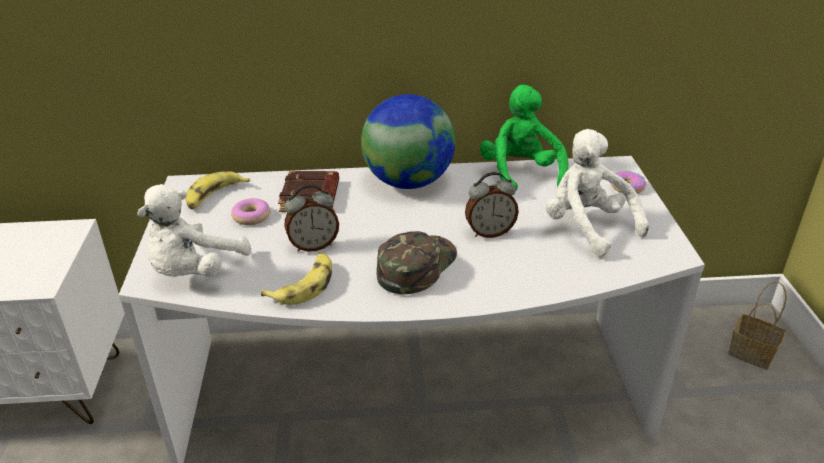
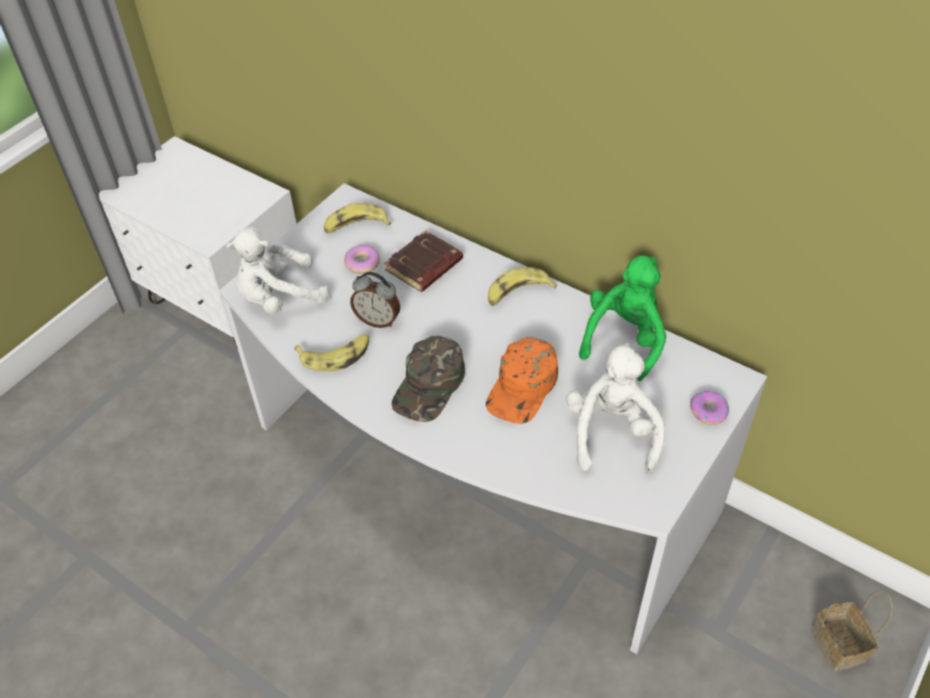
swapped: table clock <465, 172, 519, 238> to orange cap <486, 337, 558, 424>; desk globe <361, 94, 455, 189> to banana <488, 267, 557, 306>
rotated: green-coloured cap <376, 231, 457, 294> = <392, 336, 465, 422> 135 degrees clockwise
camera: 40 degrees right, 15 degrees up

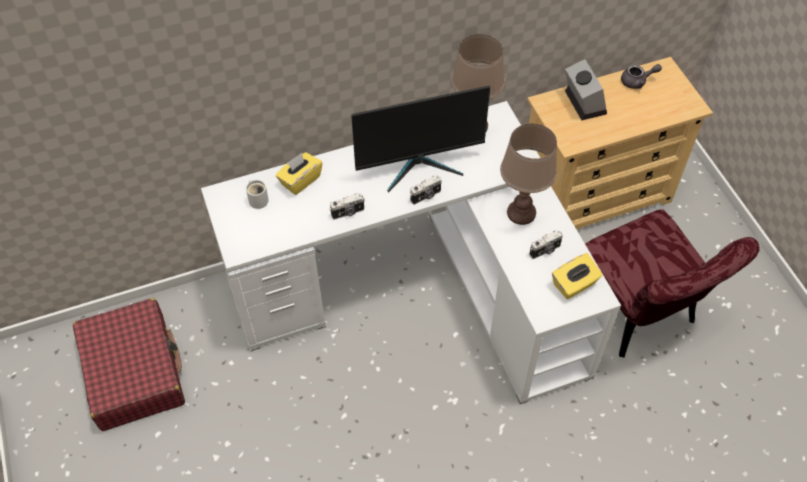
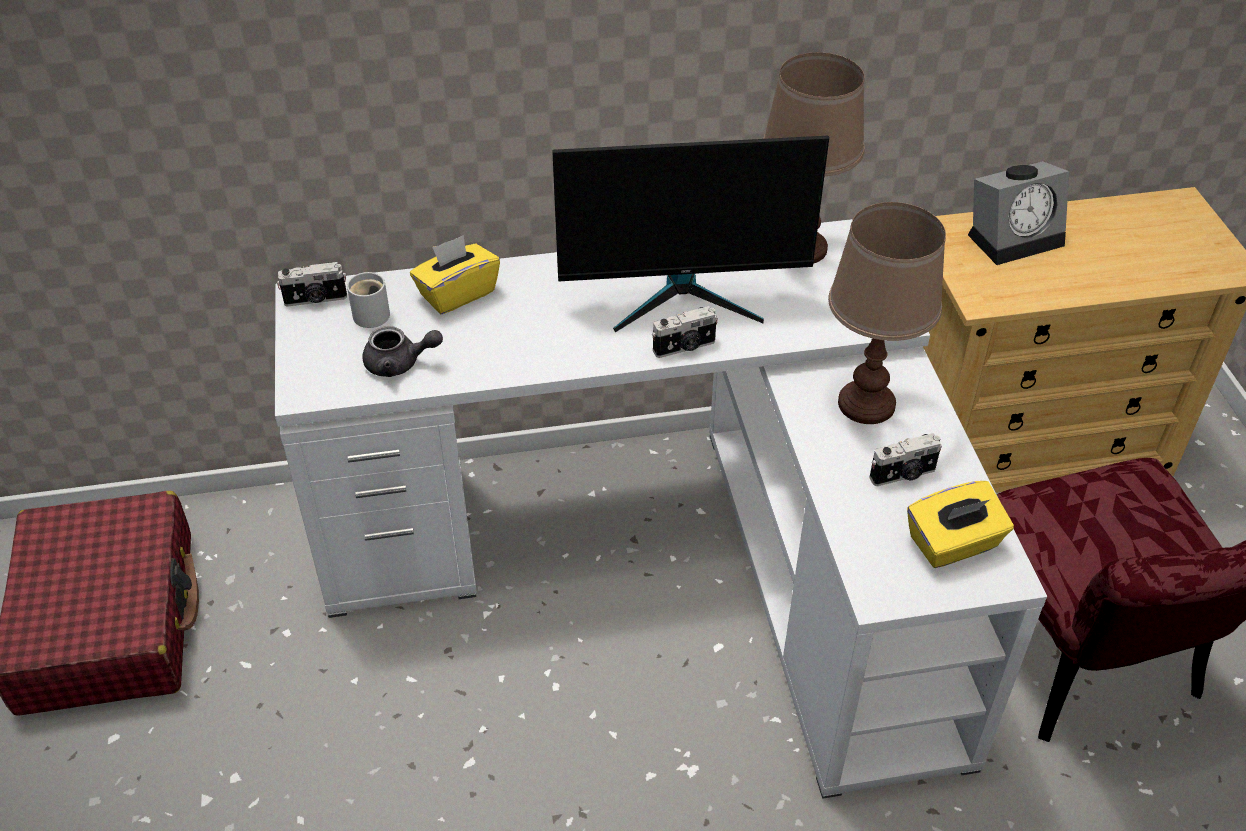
shifted: photo camera <330, 193, 365, 220> to <277, 262, 347, 307>; gray tea pot <621, 64, 662, 89> to <362, 326, 443, 377>
rotated: table clock <565, 59, 607, 120> = <968, 161, 1069, 265> 75 degrees clockwise
camera: 10 degrees right, 10 degrees down

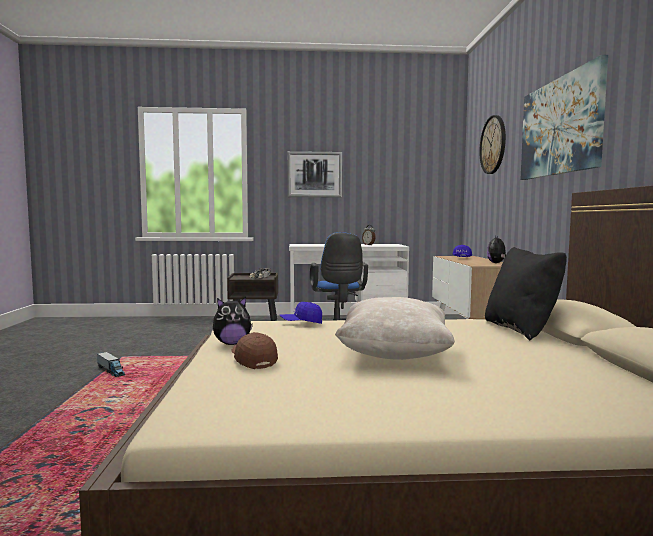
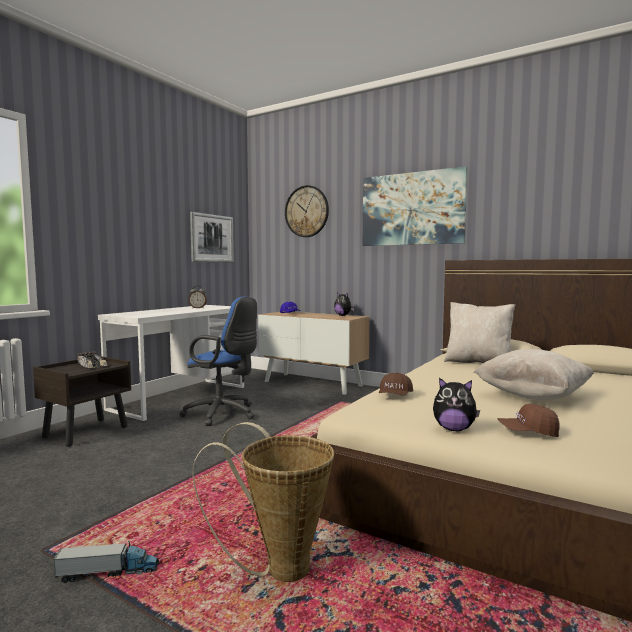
new: storage basket <193, 422, 334, 582>
shifted: picture <287, 151, 342, 198> to <190, 212, 234, 262>
repainted: blue cap <280, 302, 322, 324> to brown cap <379, 372, 413, 396>; black-coloured cushion <485, 247, 567, 340> to beige-coloured cushion <444, 302, 515, 363>
rotated: plush toy <213, 297, 253, 345> = <433, 377, 480, 431> 90 degrees clockwise
camera: 55 degrees left, 0 degrees up

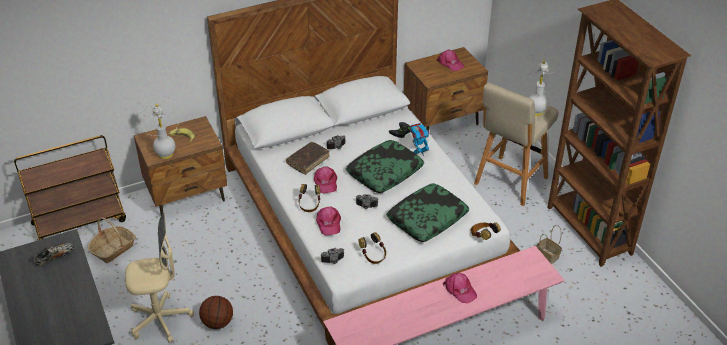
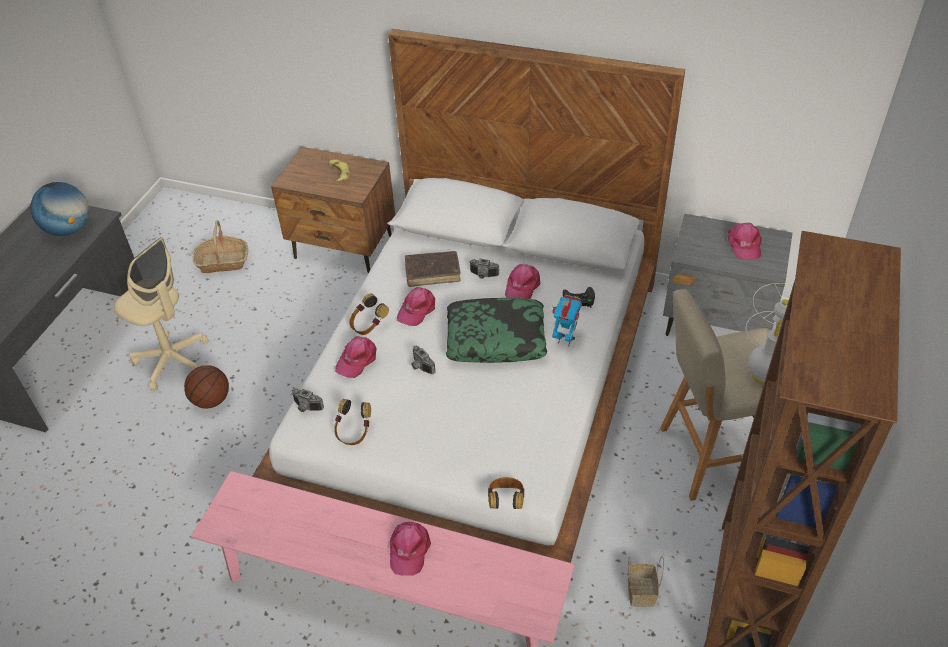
gone: brown trolley <14, 135, 126, 240>; whitish lamp for a table <139, 96, 178, 159>; cushion <386, 183, 469, 242>
new: pink cap <505, 264, 540, 299>
swapped: shoe <34, 243, 74, 266> to desk globe <30, 182, 89, 236>
repainted: brown bedside table <404, 47, 488, 130> to gray bedside table <663, 214, 792, 336>
camera: 45 degrees right, 5 degrees up

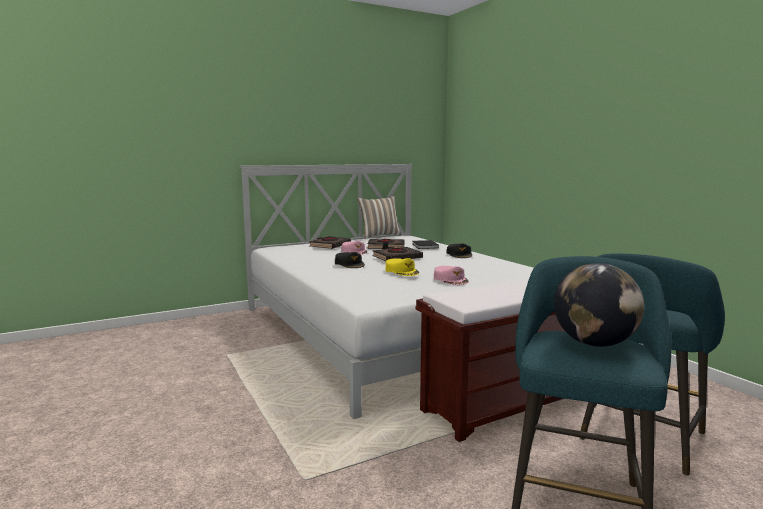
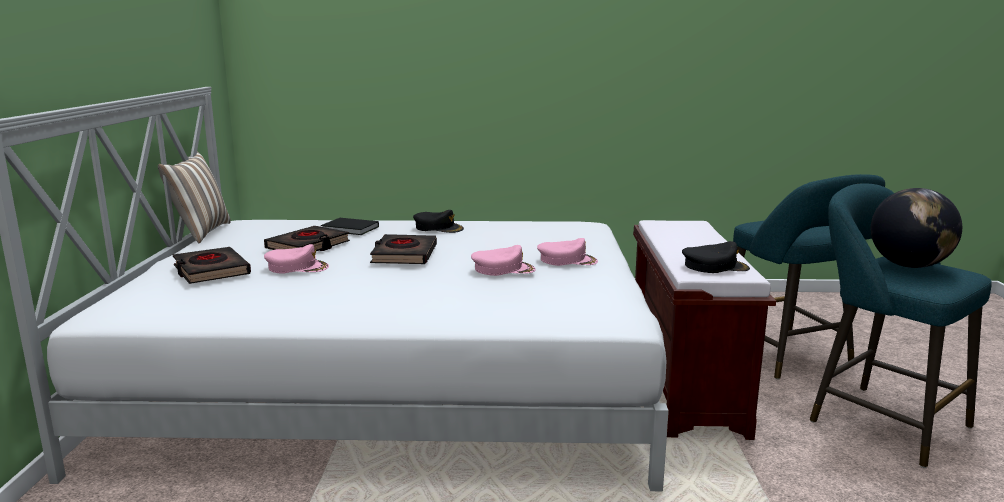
shifted: black-coloured cap <335, 252, 365, 268> to <682, 241, 750, 273>
repainted: yellowish cap <385, 258, 419, 276> to pink cap <471, 245, 536, 276>
camera: 60 degrees left, 5 degrees up

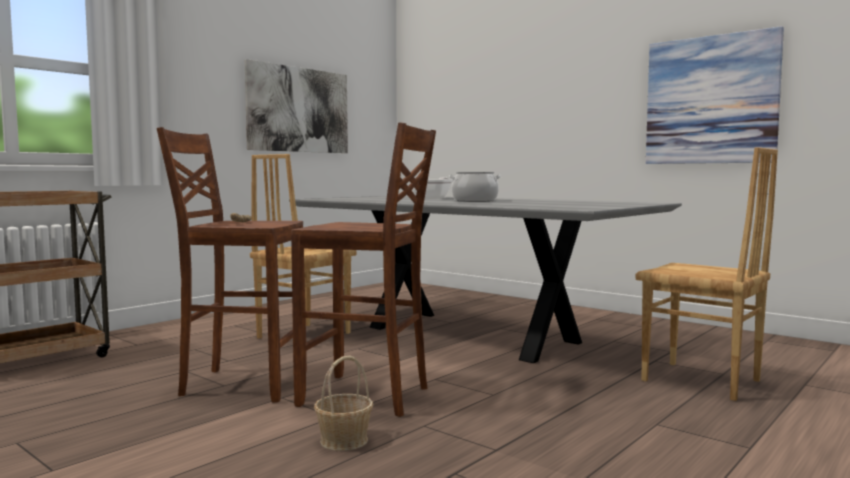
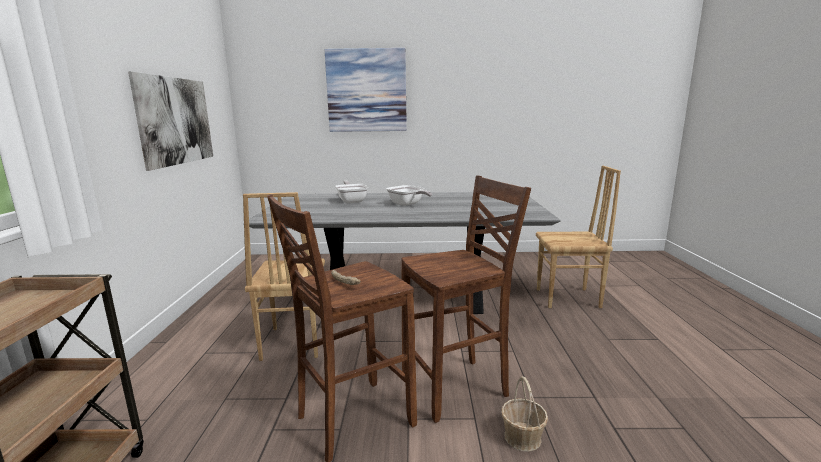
shifted: picture <646, 26, 784, 164> to <324, 48, 407, 132>
swapped: cooking pot <449, 172, 501, 202> to pan <386, 185, 432, 206>
camera: 40 degrees left, 10 degrees up

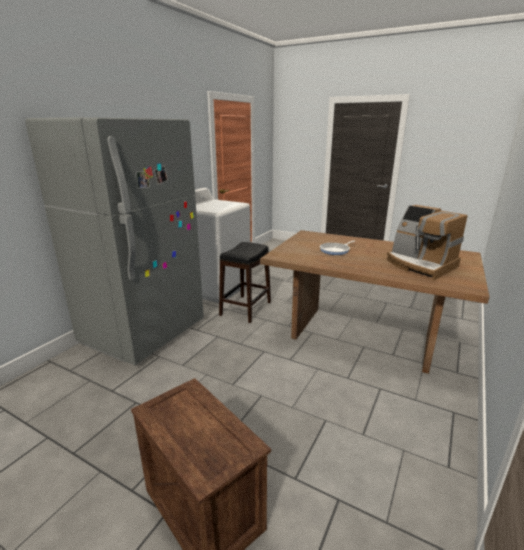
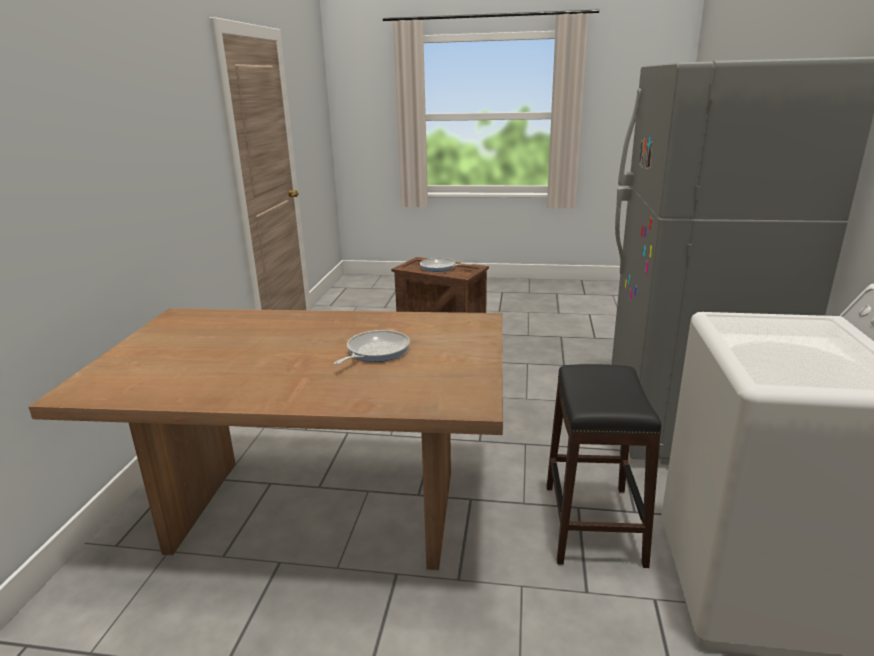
gone: coffee maker <387, 205, 468, 280>
new: pan <420, 258, 472, 272>
camera: 160 degrees right, 0 degrees up

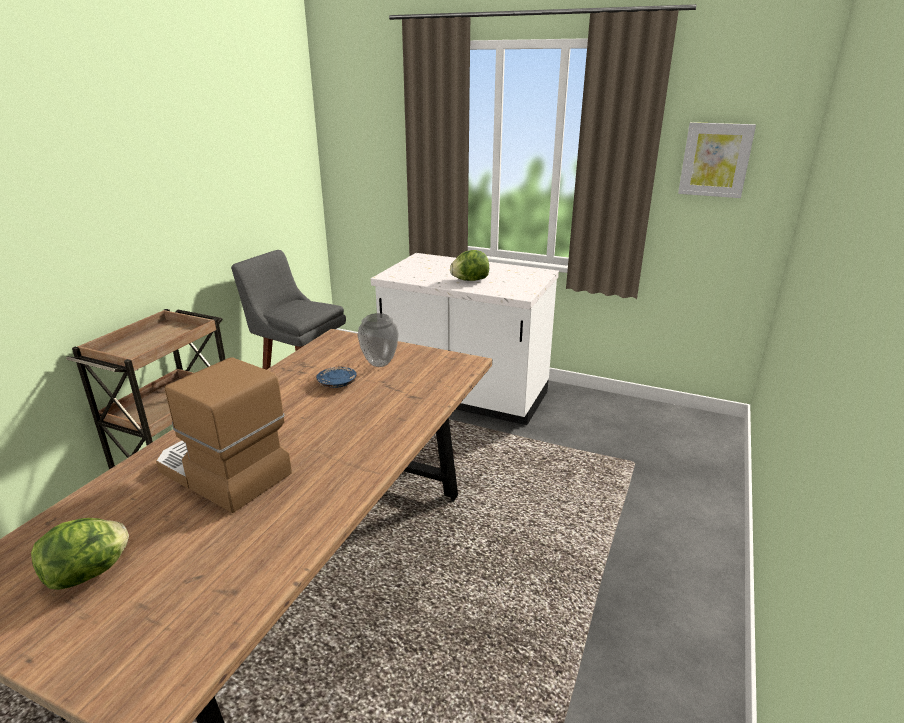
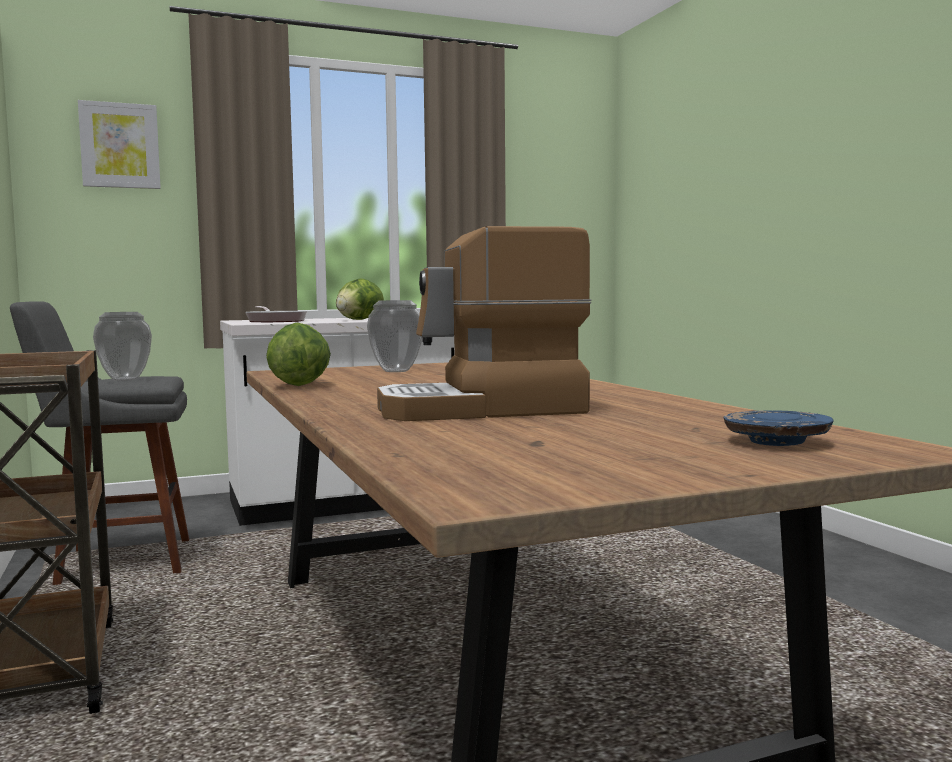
new: flower vase <93, 312, 152, 381>; pan <245, 306, 307, 322>
shifted: picture <678, 122, 756, 198> to <78, 100, 161, 189>; lettuce <31, 518, 129, 590> to <266, 322, 331, 386>; blue dinner plate <316, 367, 357, 388> to <723, 410, 833, 446>
camera: 45 degrees left, 20 degrees down

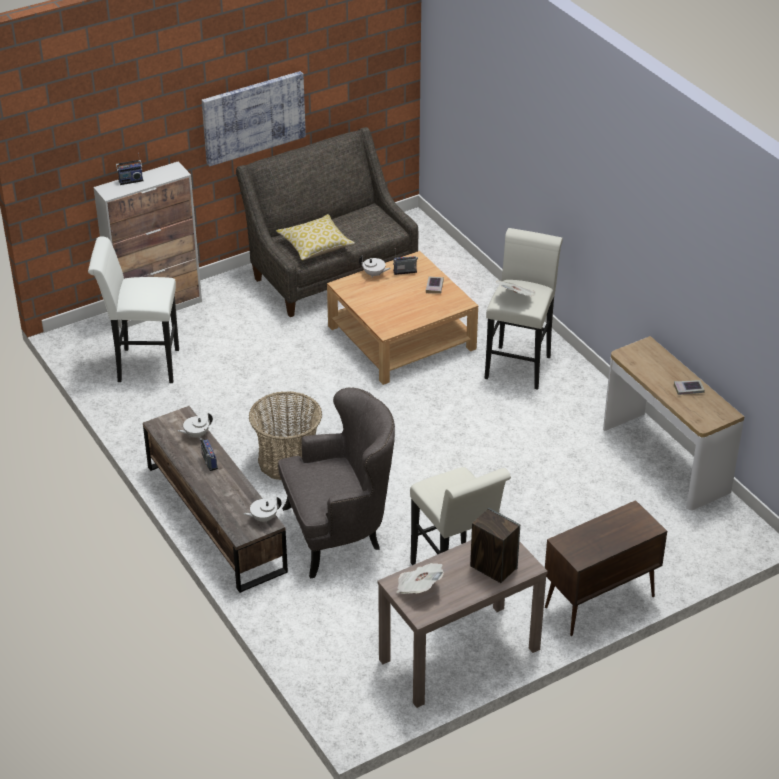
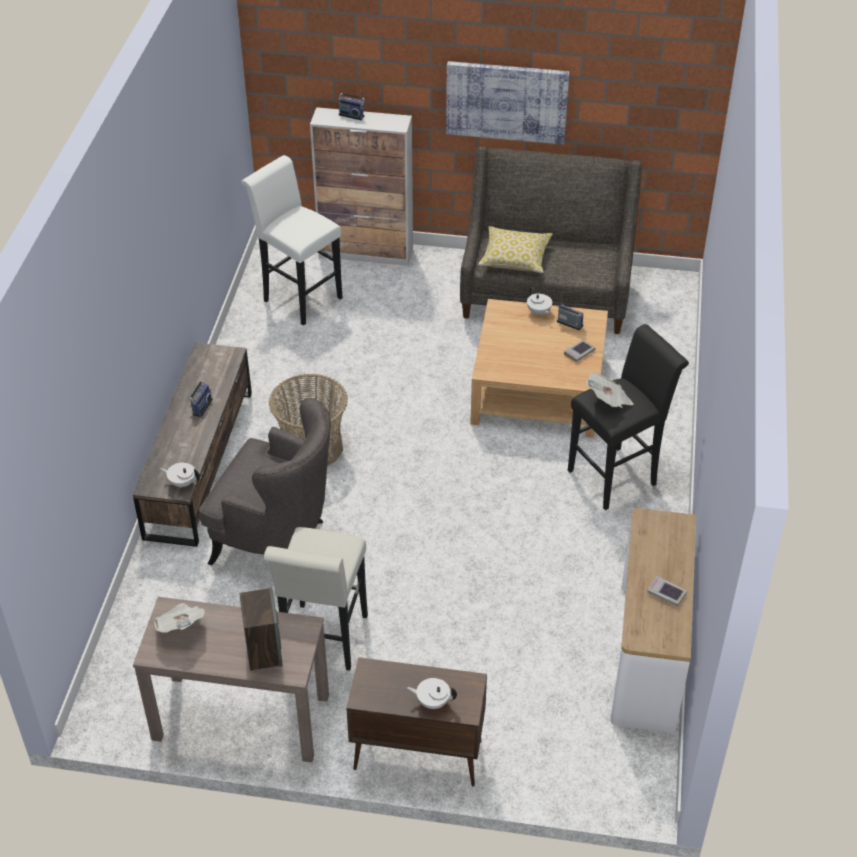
shifted: whitish tea pot <178, 413, 213, 438> to <407, 678, 457, 709>
repainted: whitish sitting stool <484, 228, 563, 390> to black-coloured sitting stool <568, 324, 689, 510>
camera: 40 degrees right, 5 degrees up

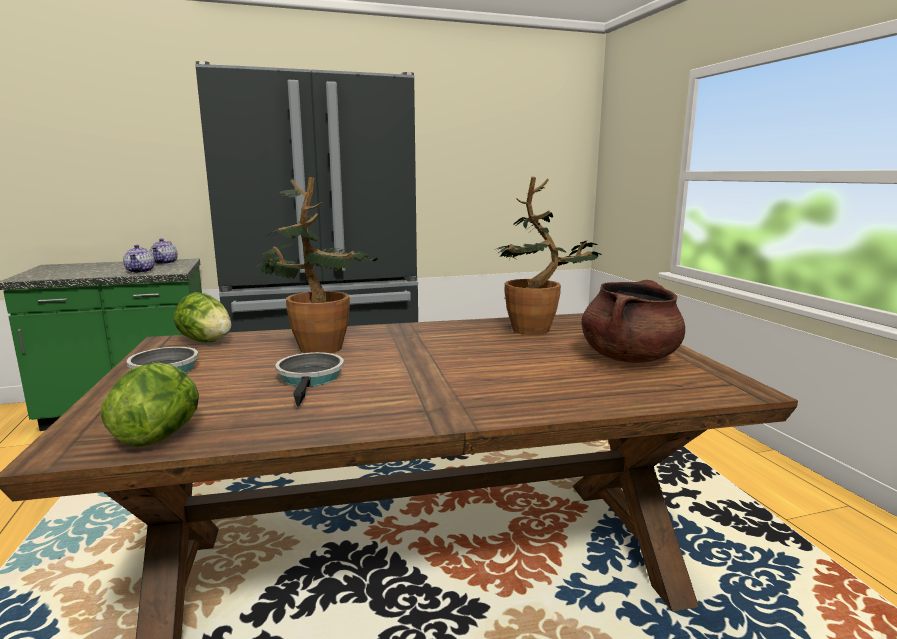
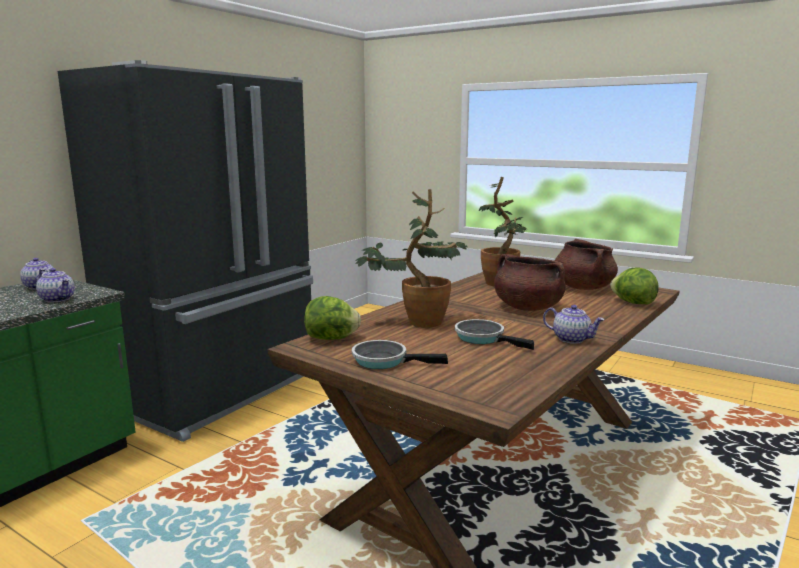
new: brown cooking pot <494, 254, 566, 311>; tea pot <543, 305, 604, 344>
shifted: lettuce <101, 362, 199, 447> to <610, 268, 659, 304>
camera: 40 degrees left, 0 degrees up

